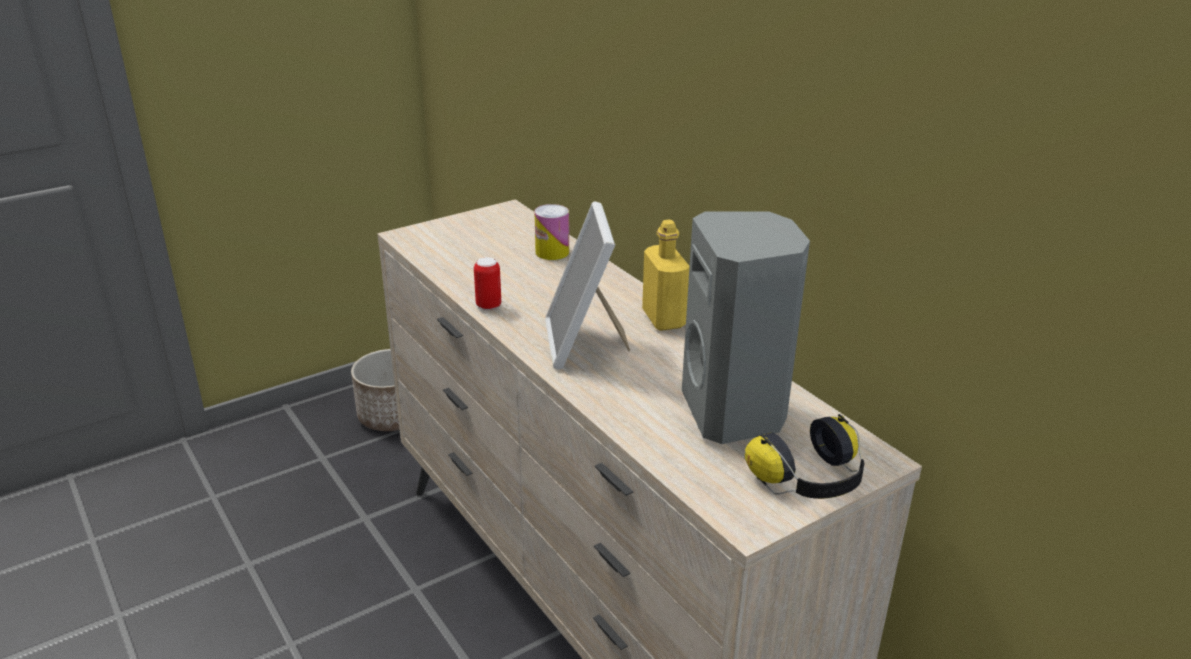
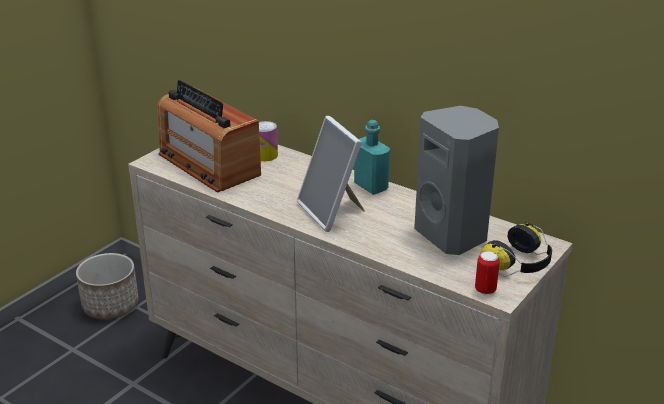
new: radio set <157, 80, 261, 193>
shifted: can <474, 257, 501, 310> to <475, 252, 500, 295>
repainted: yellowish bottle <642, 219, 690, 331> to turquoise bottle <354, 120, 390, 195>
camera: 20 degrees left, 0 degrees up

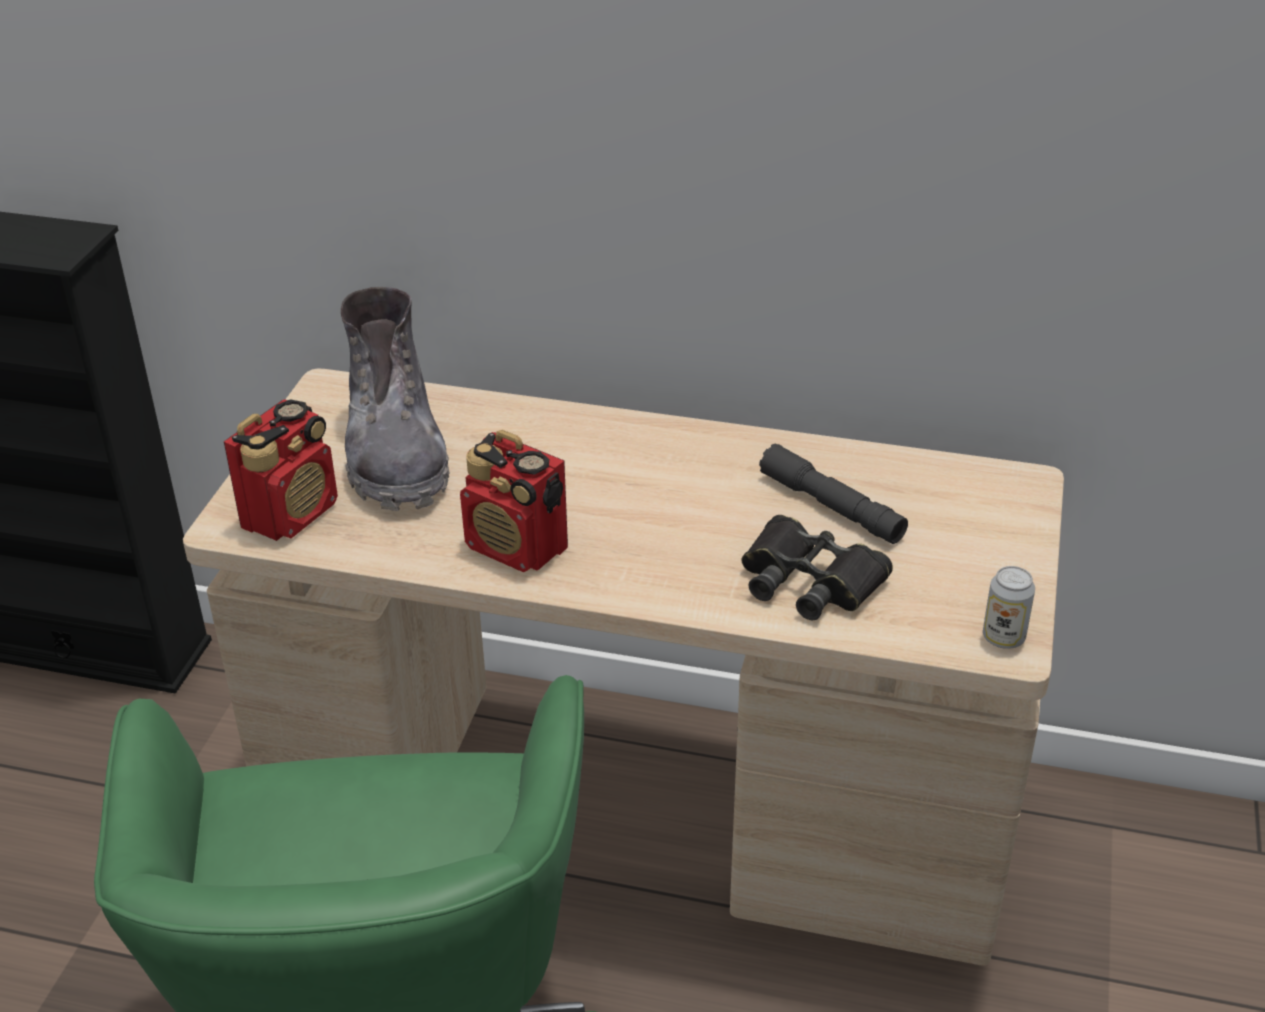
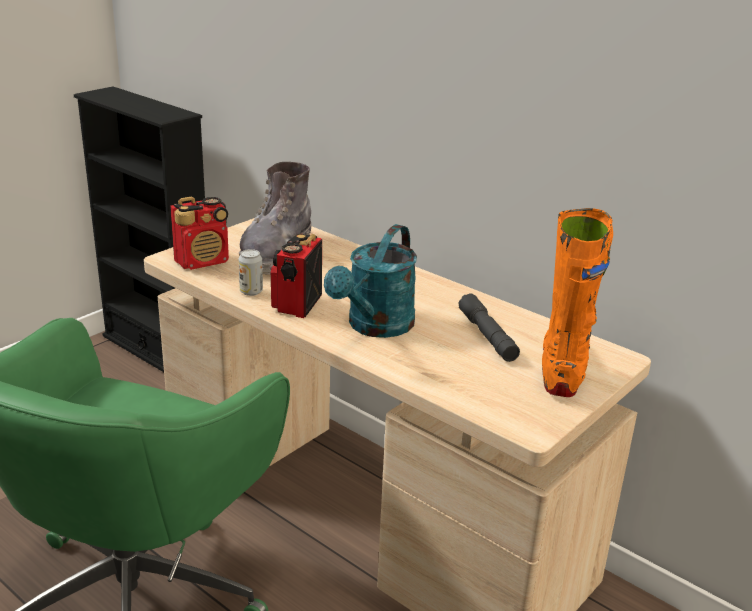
gone: black-coloured field glasses <741, 515, 893, 620>
new: turquoise sprinkling can <324, 224, 417, 338>; orange tall boot <542, 208, 613, 397>
shifted: can <983, 566, 1035, 649> to <239, 249, 263, 296>
rotated: radio set <460, 430, 568, 573> = <271, 234, 322, 318> 45 degrees clockwise
camera: 25 degrees right, 10 degrees down

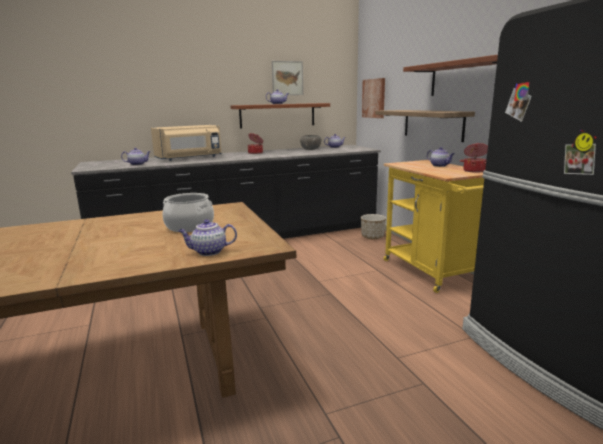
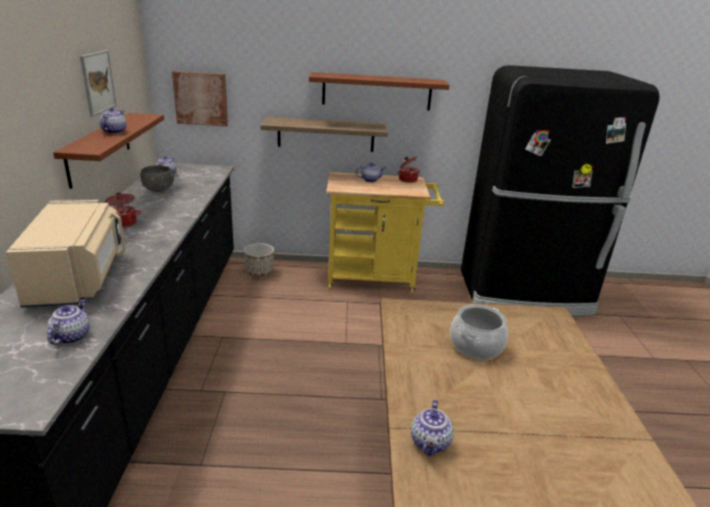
shifted: tea pot <178, 219, 237, 256> to <411, 399, 454, 456>
camera: 70 degrees left, 10 degrees up

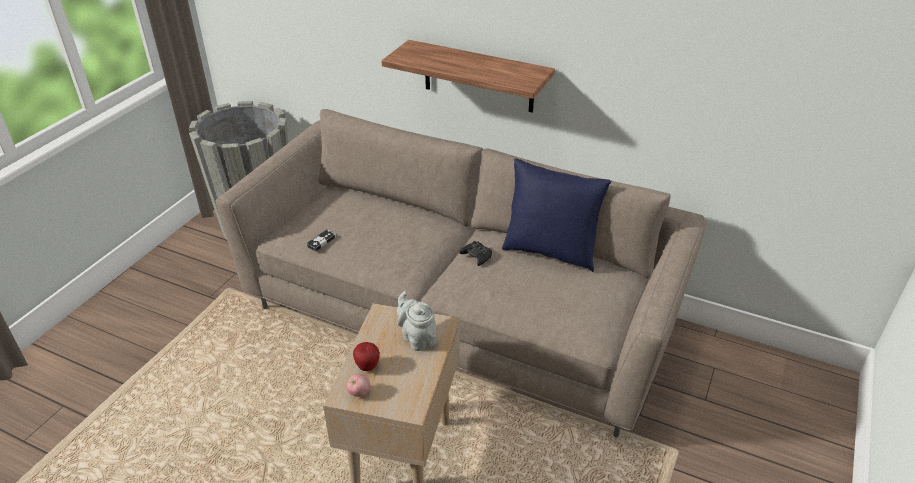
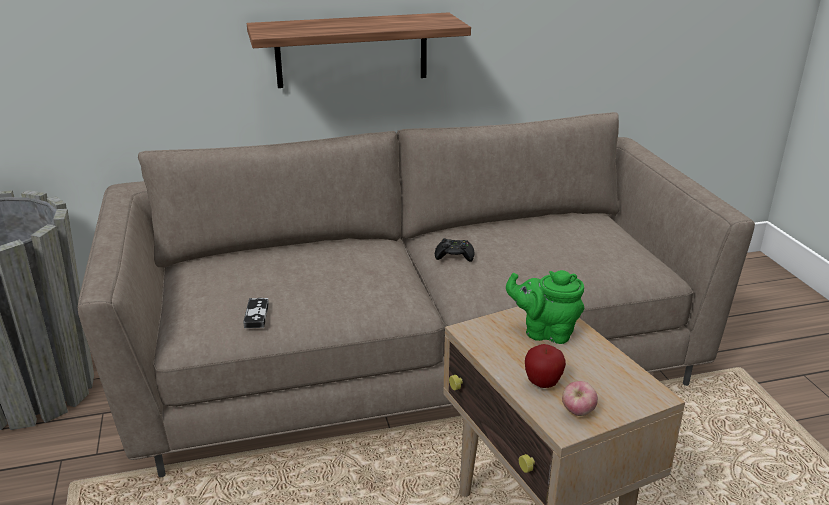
gone: blue cushion <502, 158, 611, 272>
repainted: gray tea pot <397, 290, 436, 351> to green-coloured tea pot <506, 270, 584, 344>
camera: 40 degrees left, 10 degrees down

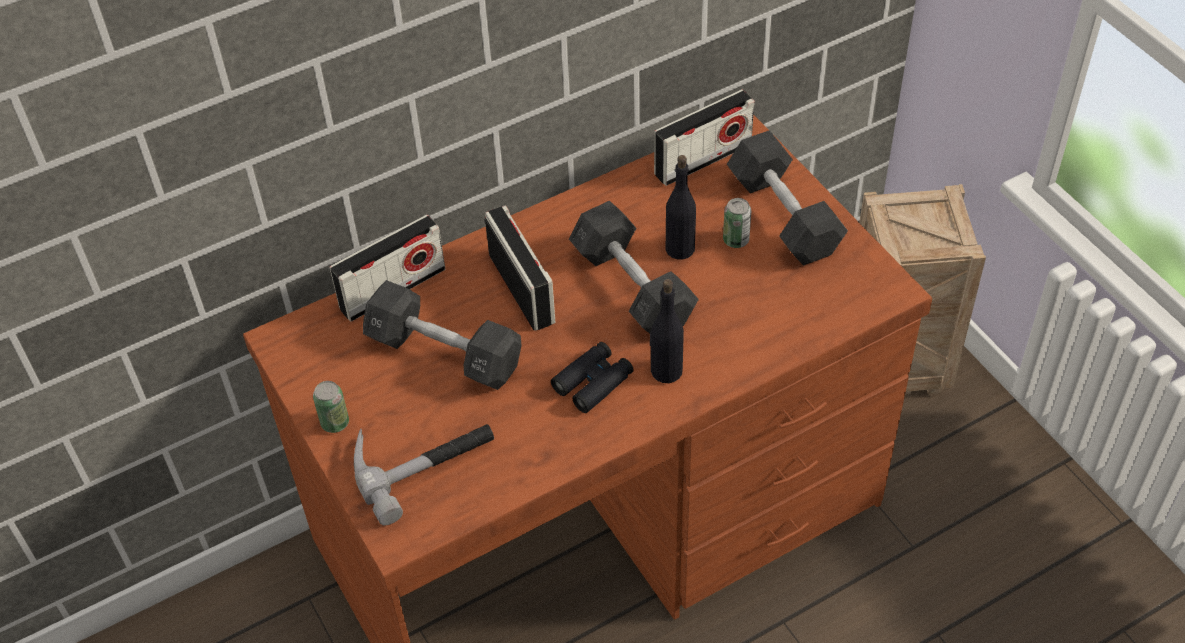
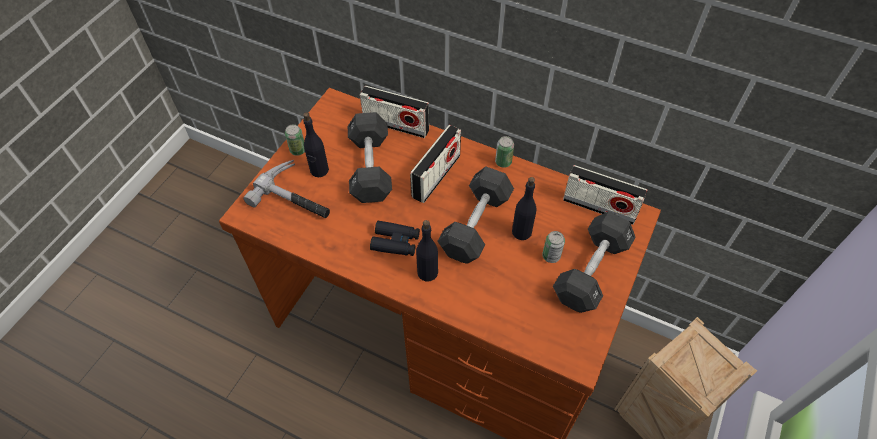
new: black-coloured bottle <303, 112, 329, 177>; can <495, 136, 514, 168>
camera: 55 degrees right, 5 degrees up

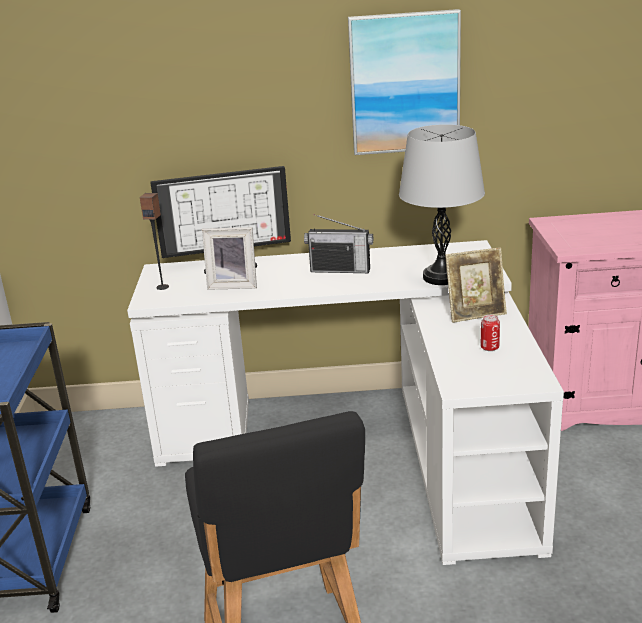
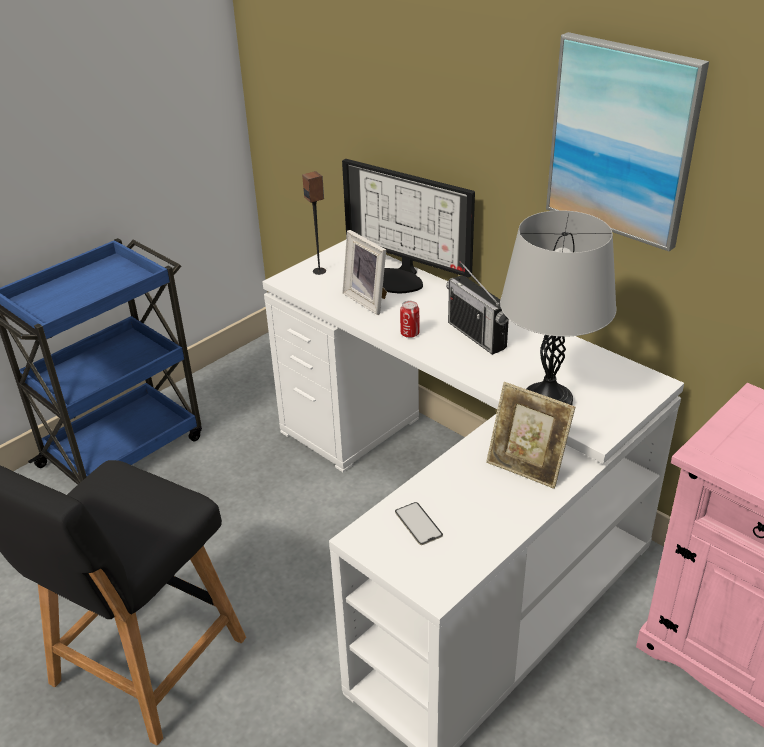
new: telephone <395, 502, 443, 545>
shifted: can <480, 315, 500, 351> to <400, 301, 419, 338>
camera: 45 degrees right, 10 degrees up

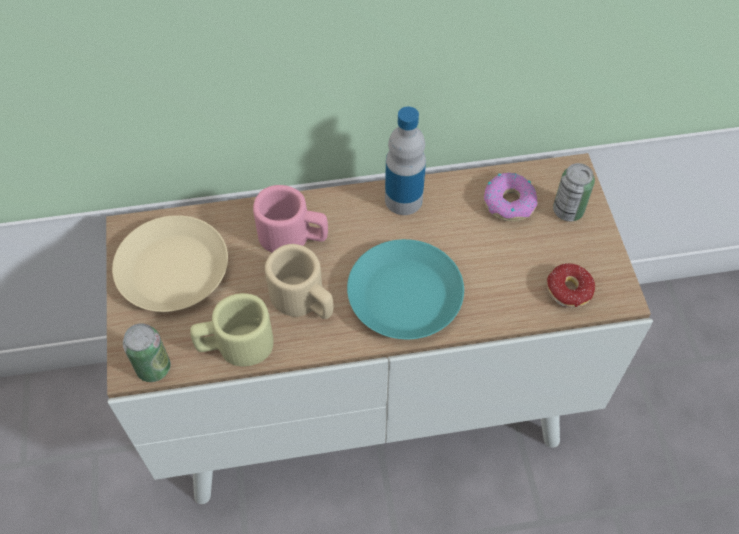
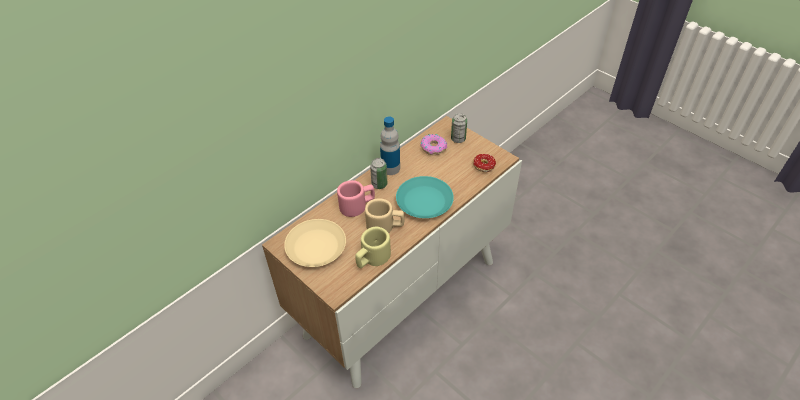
shifted: can <123, 323, 171, 382> to <370, 158, 387, 189>
camera: 35 degrees left, 10 degrees down

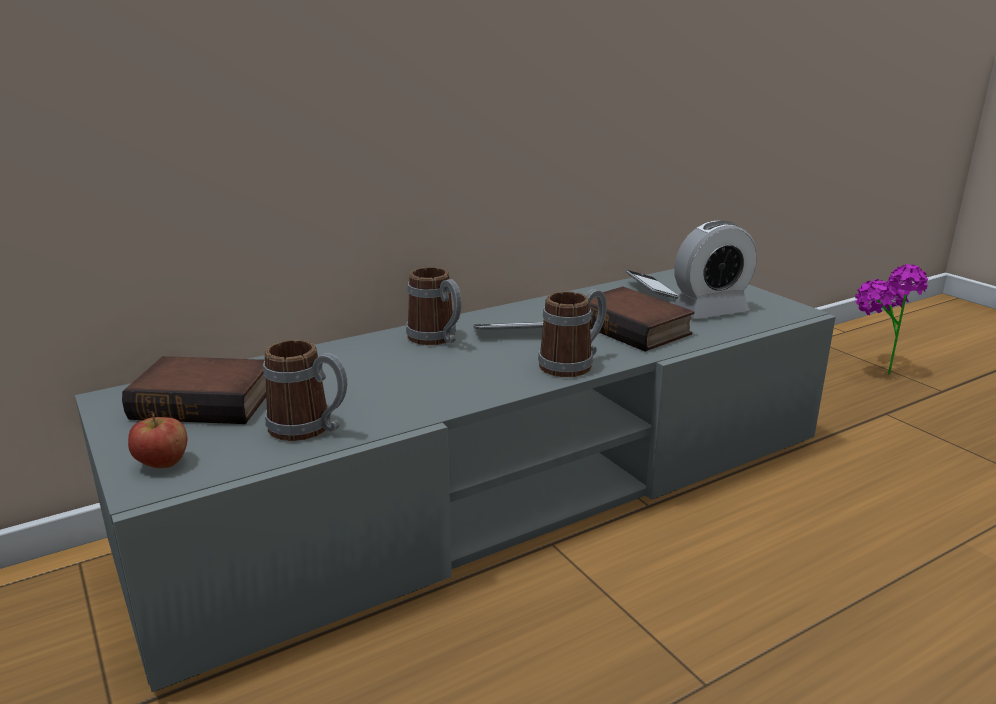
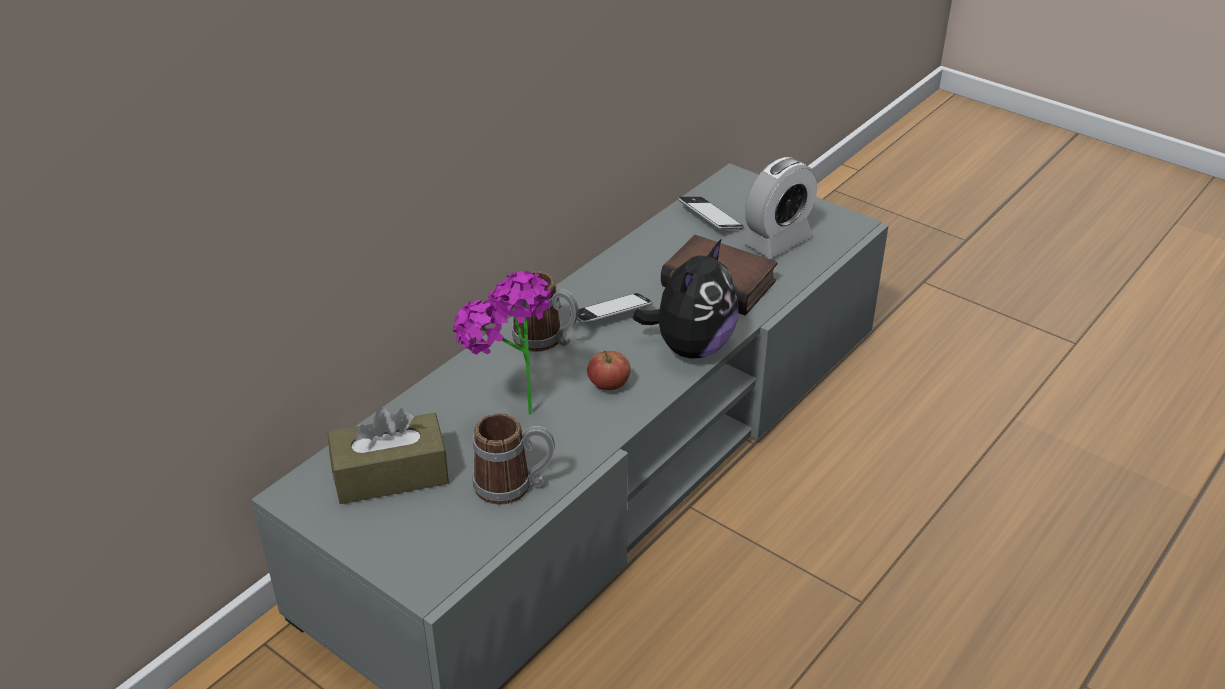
shifted: potted plant <855, 264, 928, 375> to <453, 271, 551, 414>; whole apple <128, 411, 187, 468> to <587, 351, 631, 391>
swapped: bound book <122, 356, 266, 424> to brown box of tissues <328, 408, 449, 504>; mug <538, 289, 607, 377> to plush toy <633, 238, 739, 359>
camera: 20 degrees left, 15 degrees up

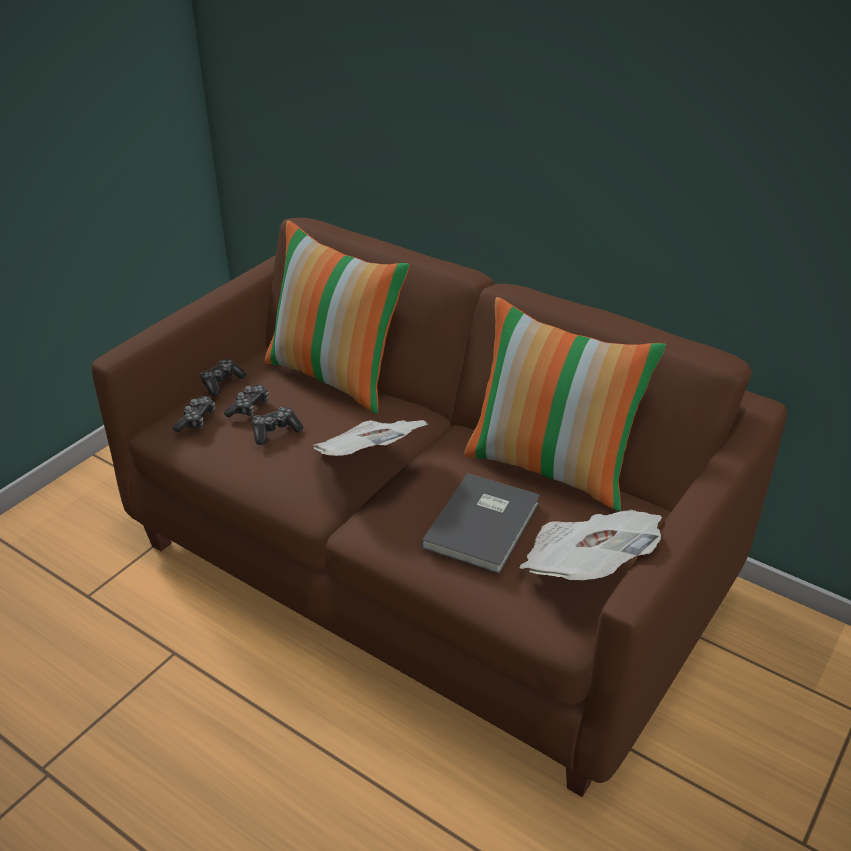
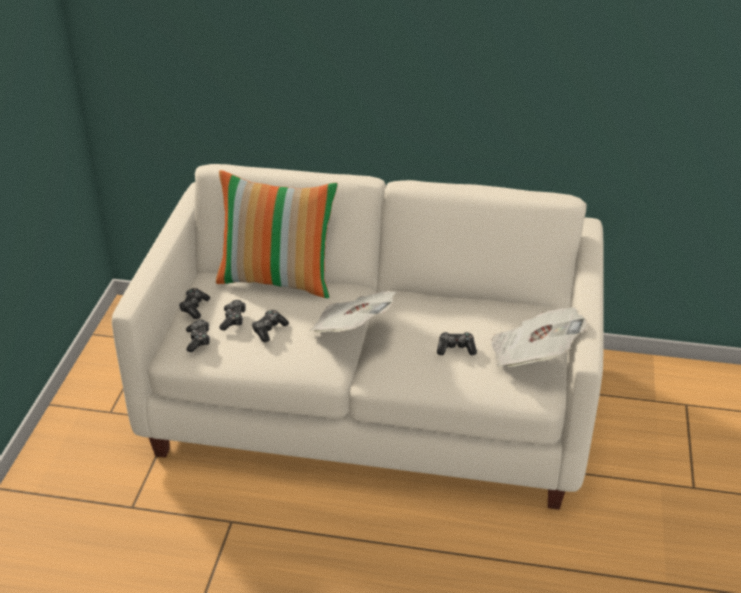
gone: cushion <464, 297, 666, 511>
swapped: gray bound book <421, 473, 540, 574> to game controller <437, 332, 477, 355>
repainted: brown sofa <91, 218, 787, 797> to whitish sofa <112, 164, 604, 509>
camera: 25 degrees left, 0 degrees up

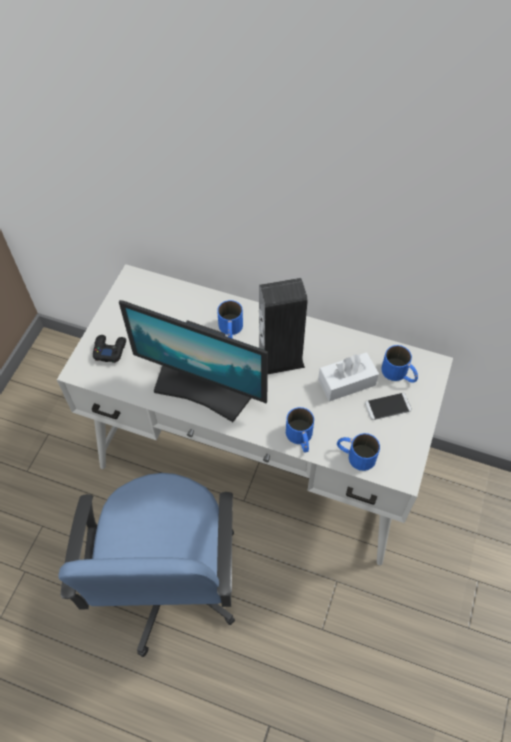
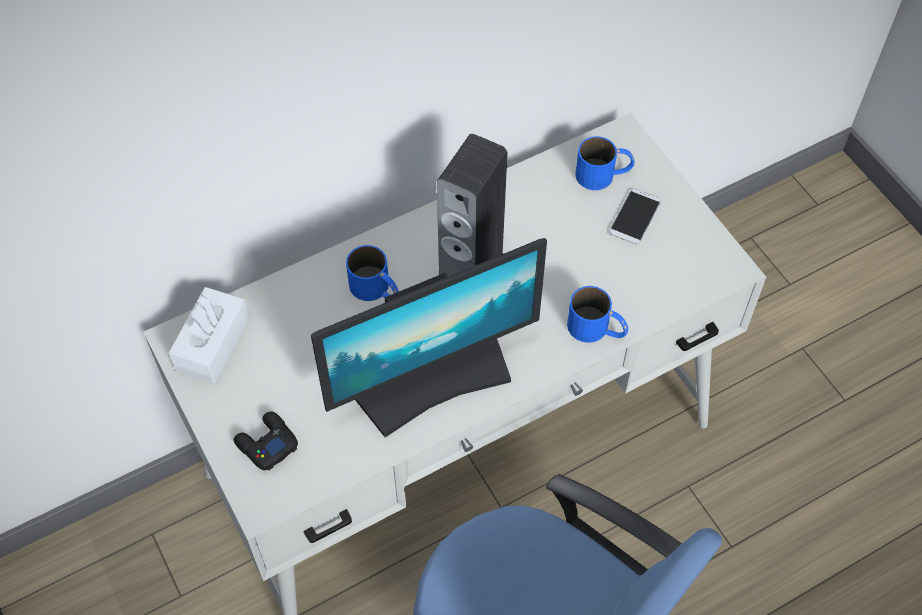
gone: blue mug <337, 433, 380, 471>
shifted: whitish box of tissues <318, 352, 379, 401> to <169, 287, 249, 383>
camera: 50 degrees left, 0 degrees up

